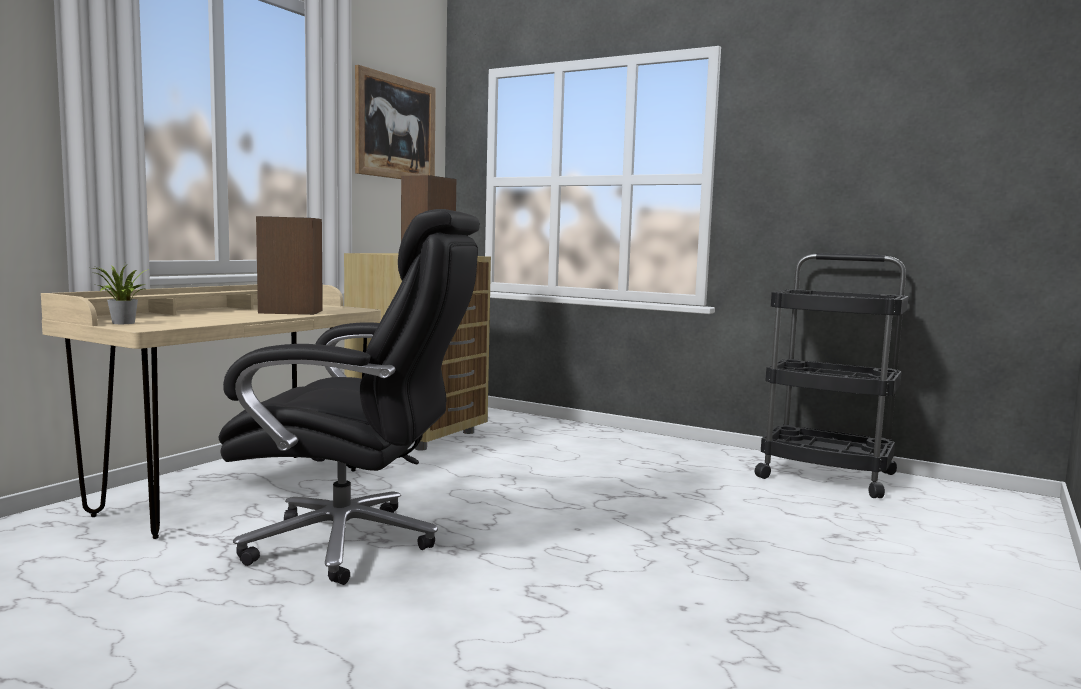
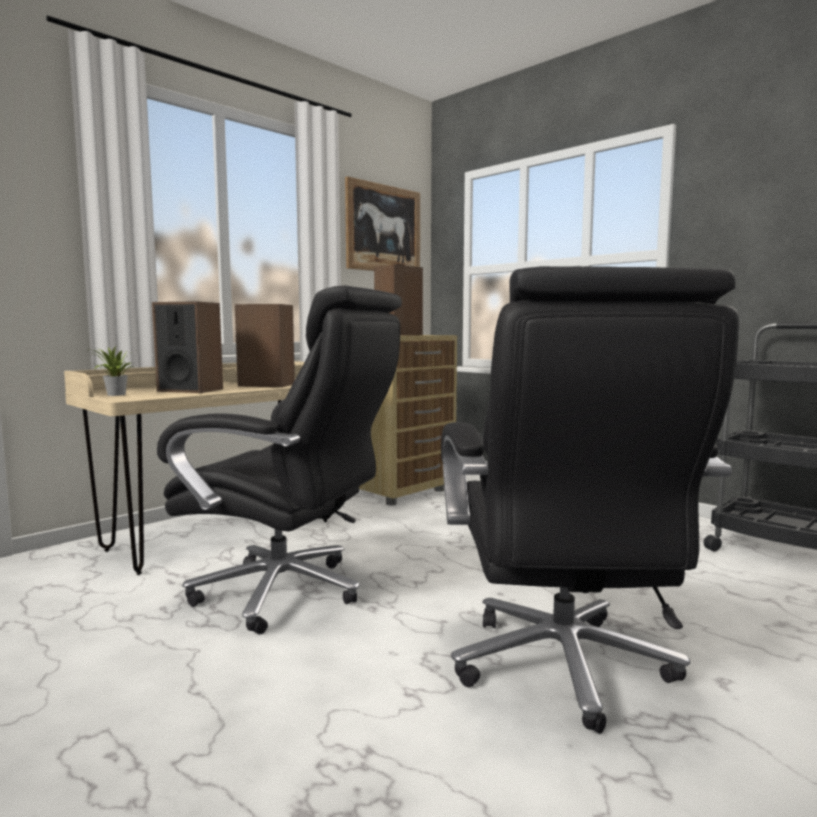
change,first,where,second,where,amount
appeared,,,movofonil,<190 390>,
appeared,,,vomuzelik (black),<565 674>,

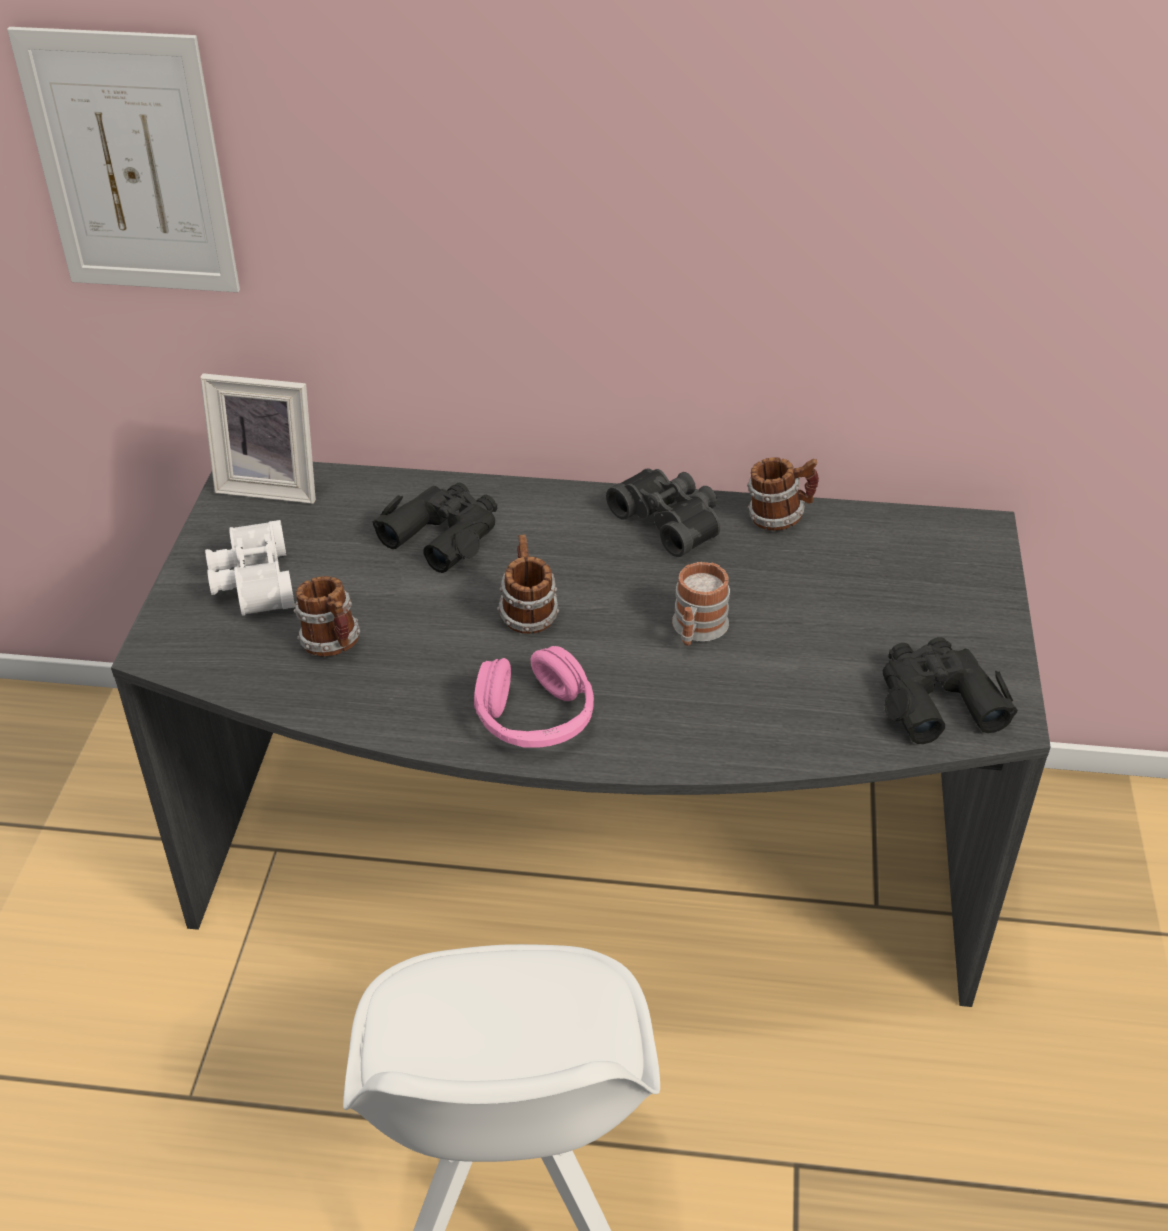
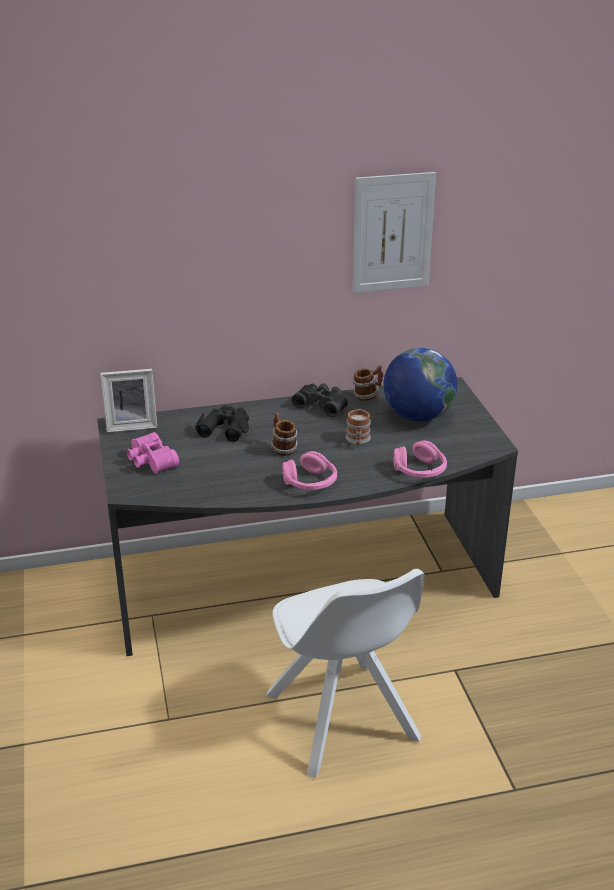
change,first,where,second,where,amount
missing,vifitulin,<333 645>,,,
missing,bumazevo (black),<936 699>,,,
appeared,,,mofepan,<417 416>,
appeared,,,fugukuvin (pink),<420 470>,
relocated,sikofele,<131 165>,,<392 233>,
colour,bumazevo (white),<251 582>,bumazevo (pink),<150 461>,

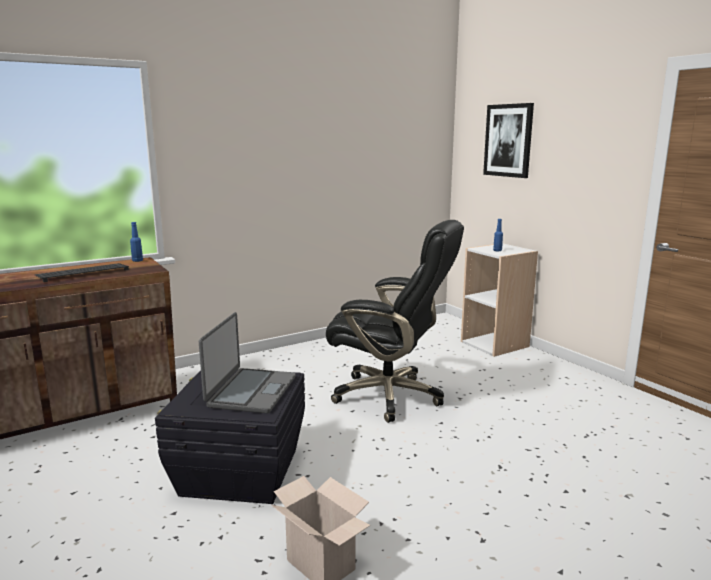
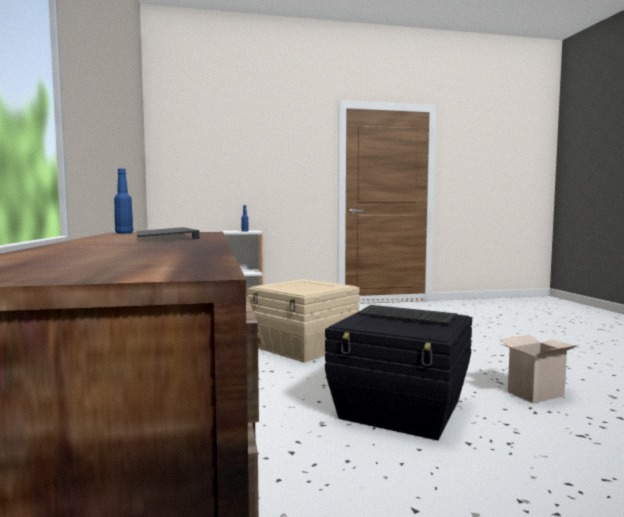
change,first,where,second,where,amount
missing,sikofele,<508 140>,,,
exchanged,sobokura,<251 391>,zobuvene,<404 317>,
exchanged,vomuzelik (black),<391 398>,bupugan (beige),<303 348>,

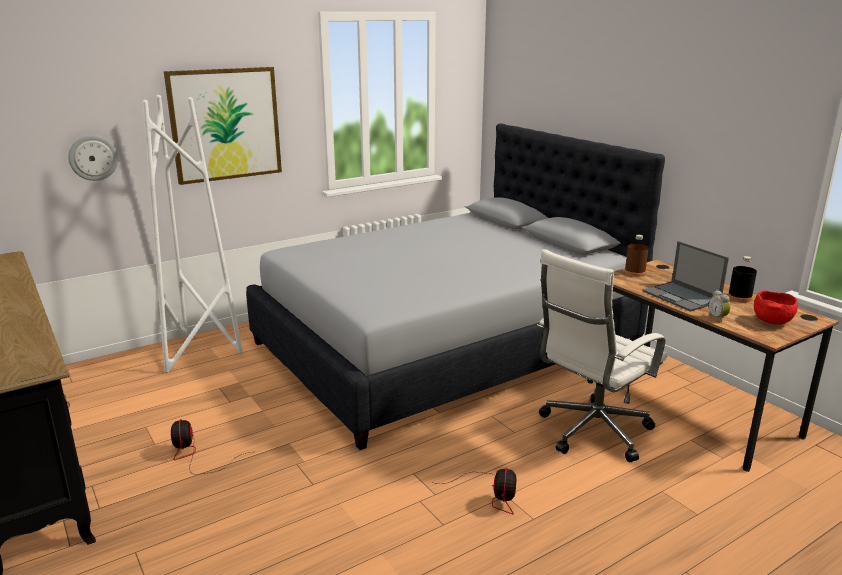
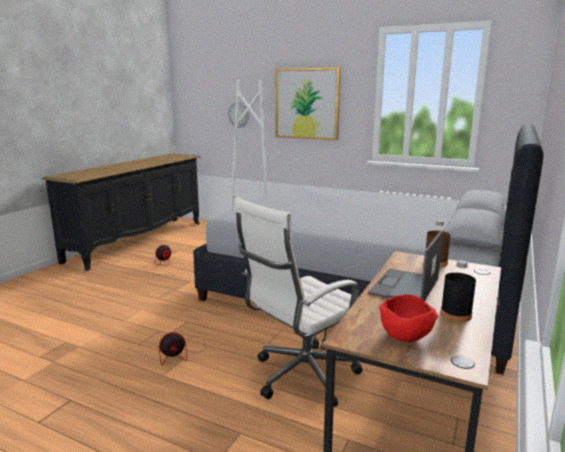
change,first,where,second,where,amount
missing,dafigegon,<718 318>,,,
spun,vomuzelik (white),<591 433>,,<301 377>,60 degrees counterclockwise

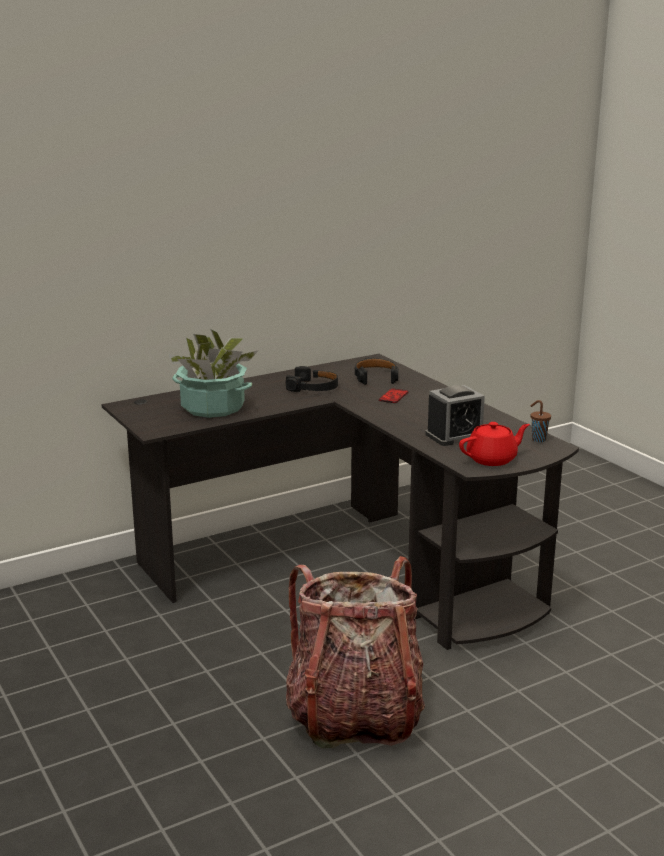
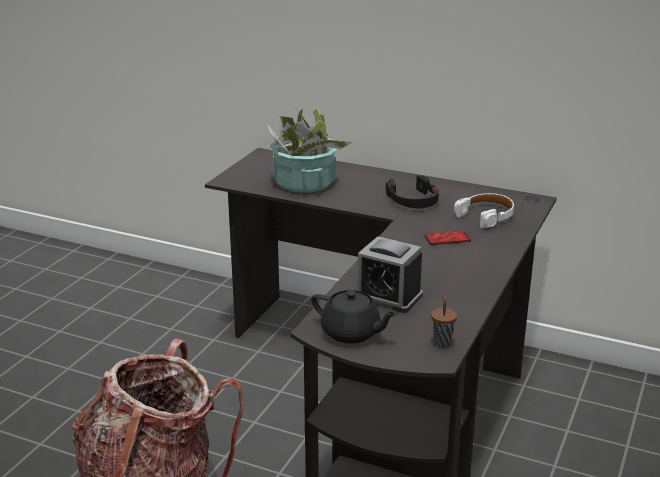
change,first,where,second,where,amount
colour,fugukuvin (black),<375 377>,fugukuvin (white),<486 216>,
colour,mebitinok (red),<492 459>,mebitinok (black),<351 333>,

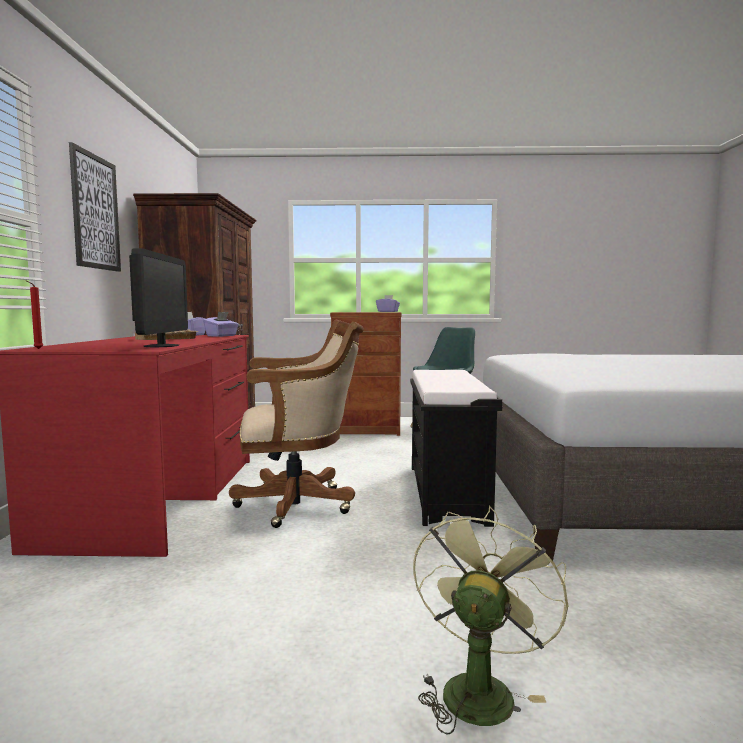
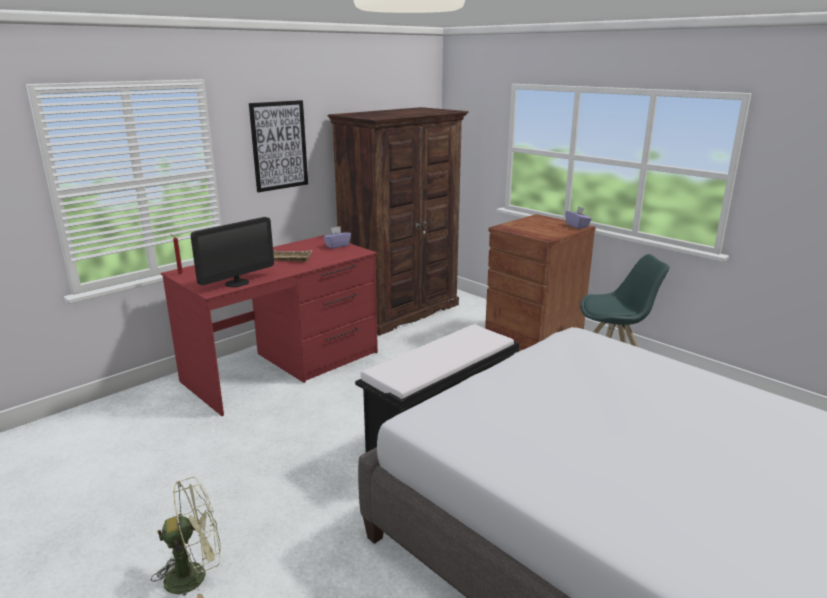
change,first,where,second,where,amount
missing,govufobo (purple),<221 336>,,,
missing,vomuzelik,<300 504>,,,

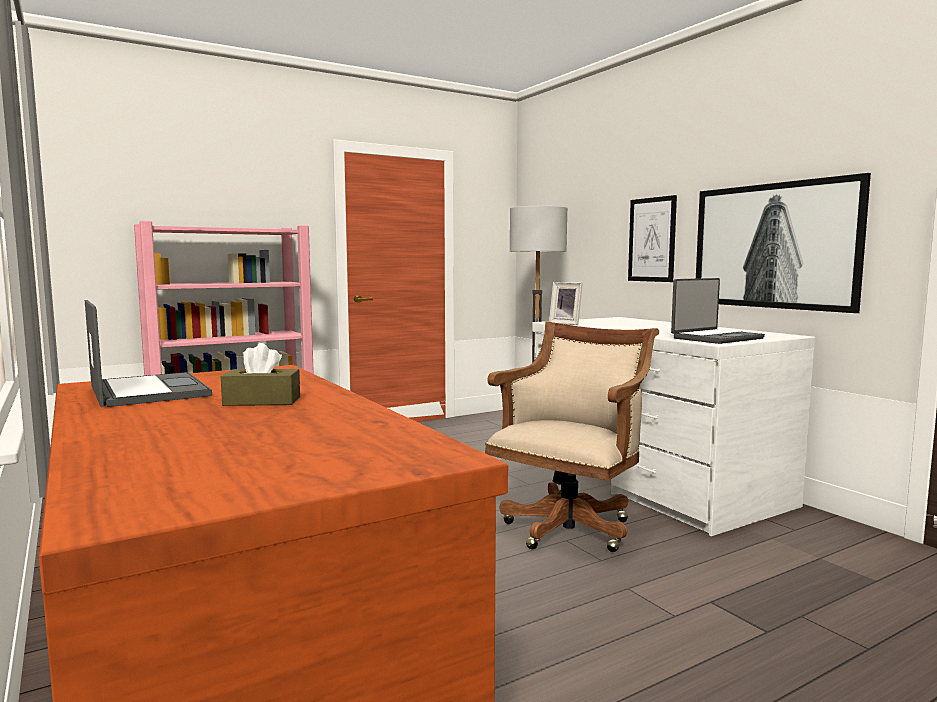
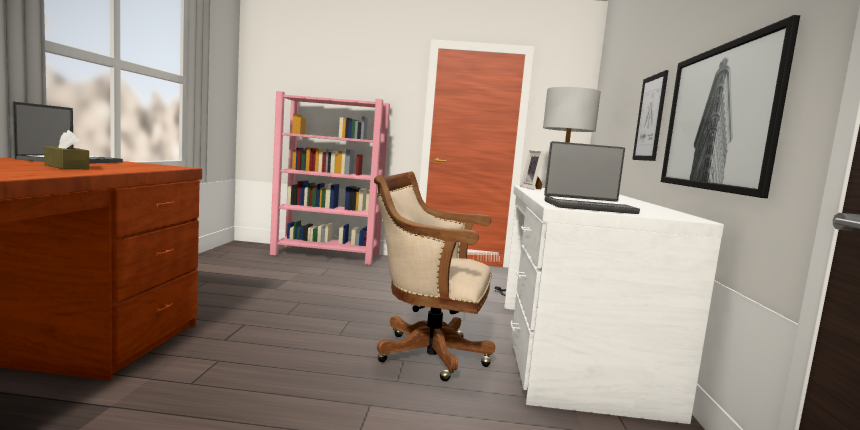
change,first,where,second,where,amount
spun,vomuzelik,<571 527>,,<426 354>,150 degrees counterclockwise

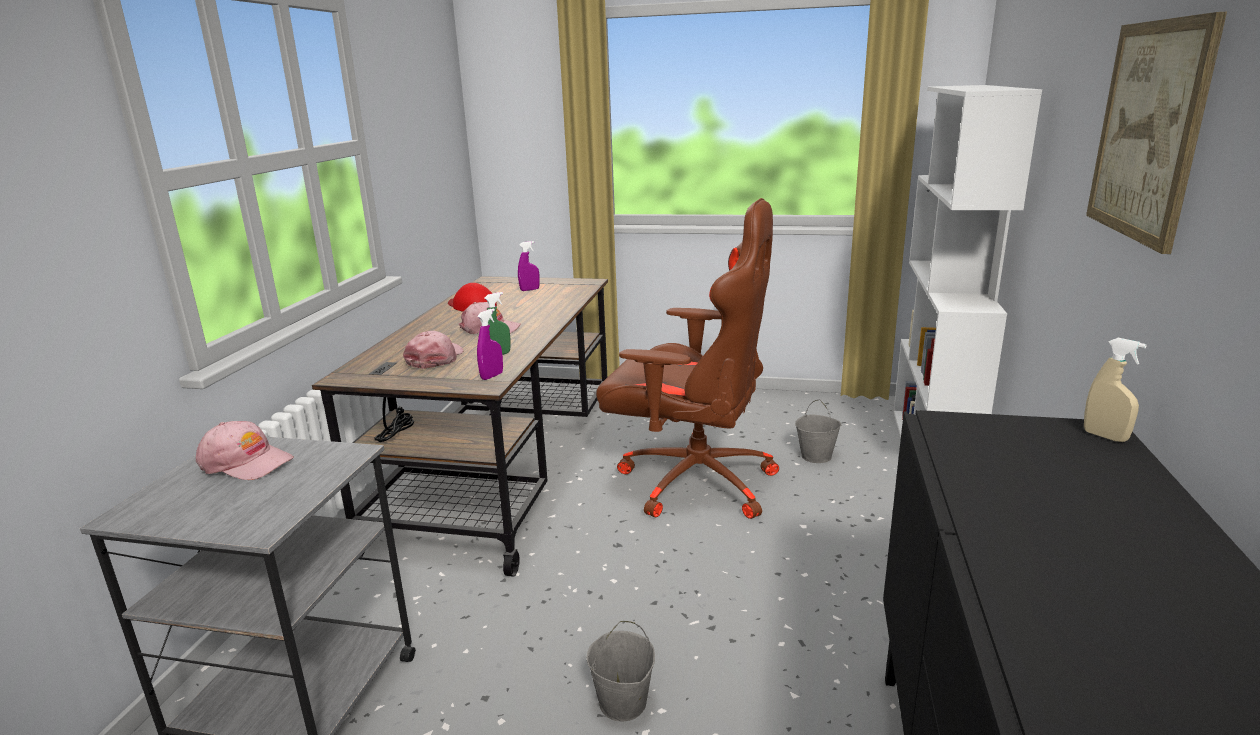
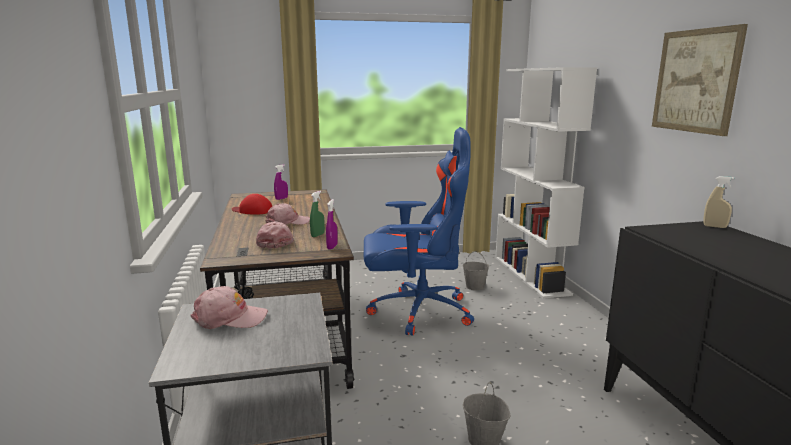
change,first,where,second,where,amount
colour,vomuzelik (brown),<686 481>,vomuzelik (blue),<413 312>,

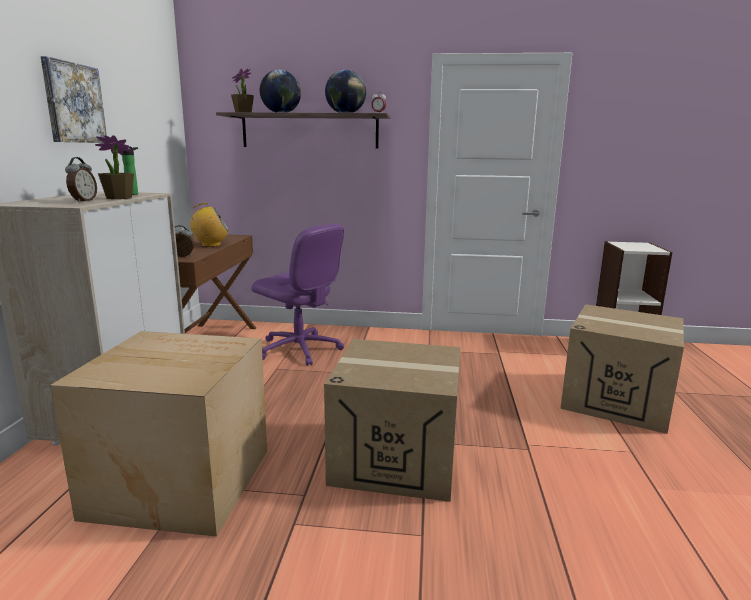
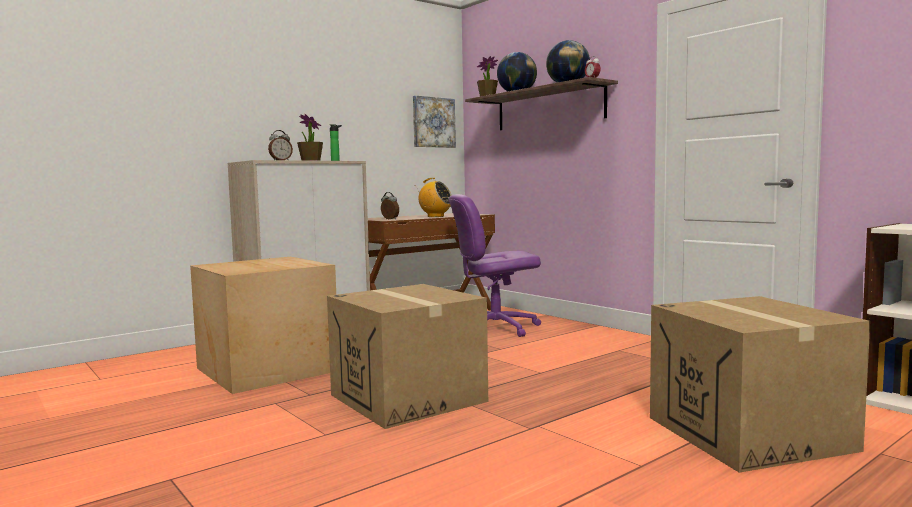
change,first,where,second,where,amount
relocated,sikofele,<73 103>,,<433 122>,
spun,vomuzelik (purple),<299 349>,,<495 328>,90 degrees clockwise

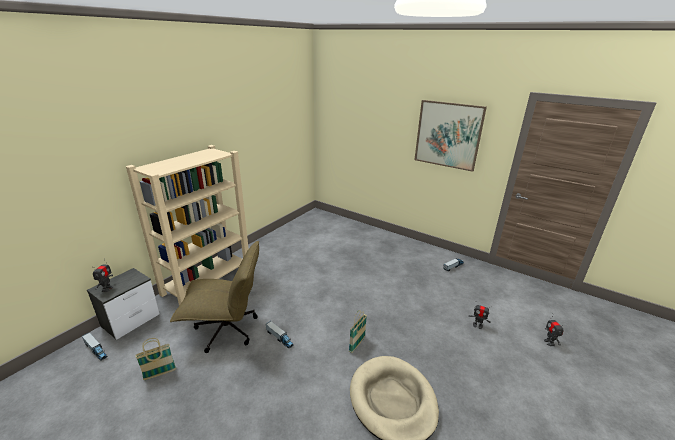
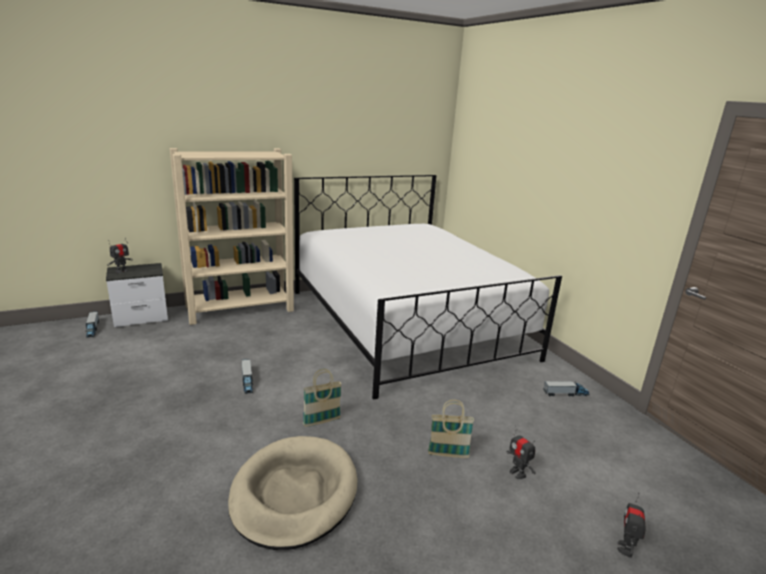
change,first,where,second,where,amount
missing,vomuzelik (beige),<225 330>,,,
missing,sikofele,<448 135>,,,
appeared,,,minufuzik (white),<405 323>,
relocated,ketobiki,<160 374>,,<448 455>,

